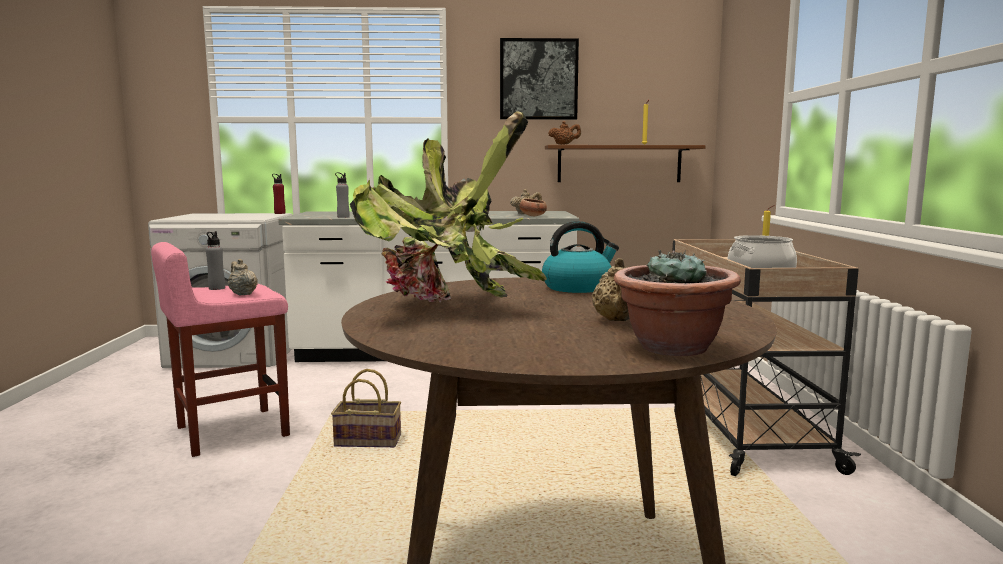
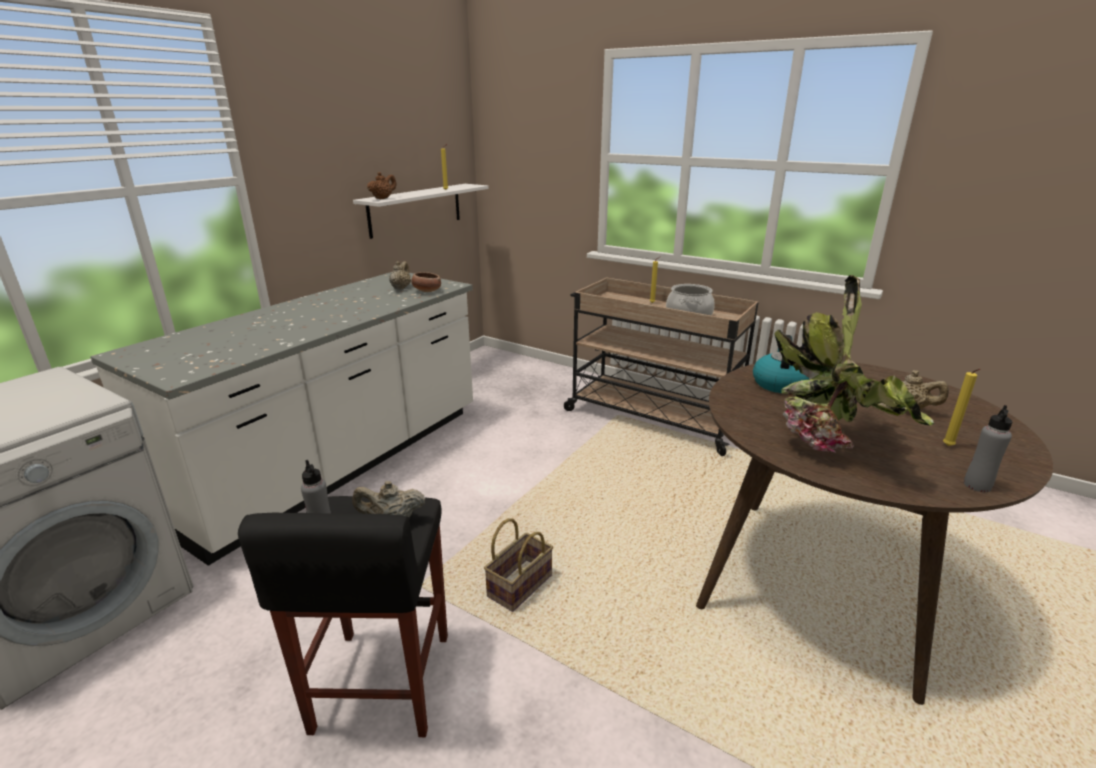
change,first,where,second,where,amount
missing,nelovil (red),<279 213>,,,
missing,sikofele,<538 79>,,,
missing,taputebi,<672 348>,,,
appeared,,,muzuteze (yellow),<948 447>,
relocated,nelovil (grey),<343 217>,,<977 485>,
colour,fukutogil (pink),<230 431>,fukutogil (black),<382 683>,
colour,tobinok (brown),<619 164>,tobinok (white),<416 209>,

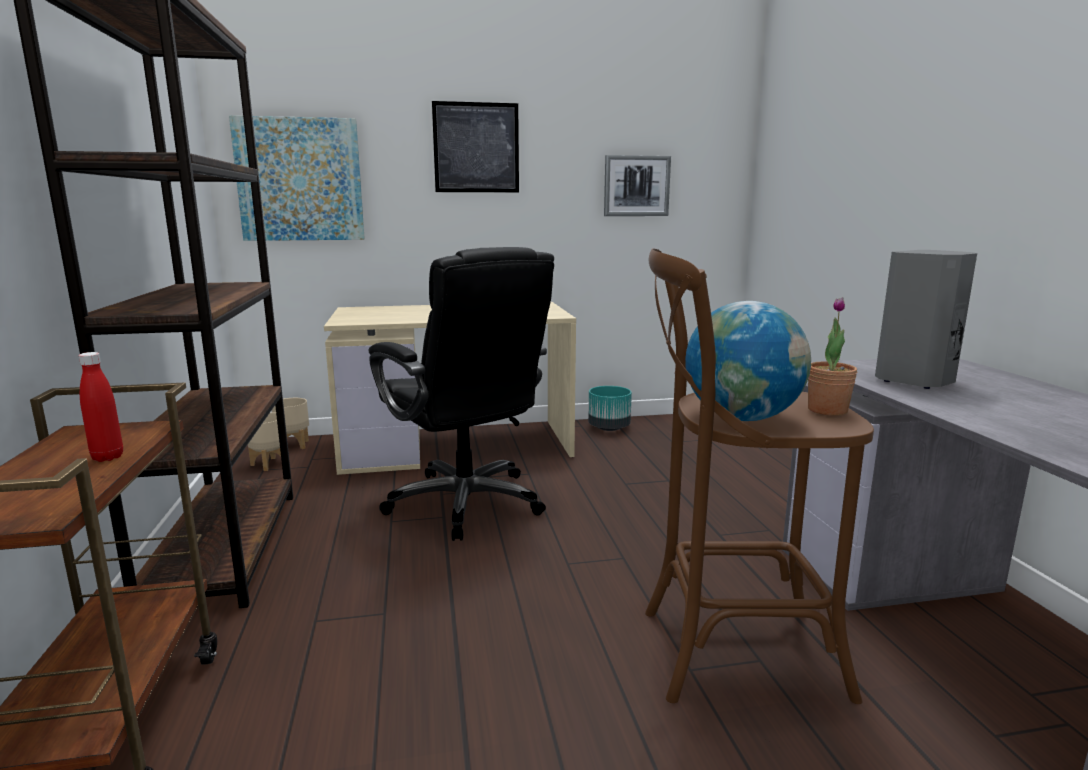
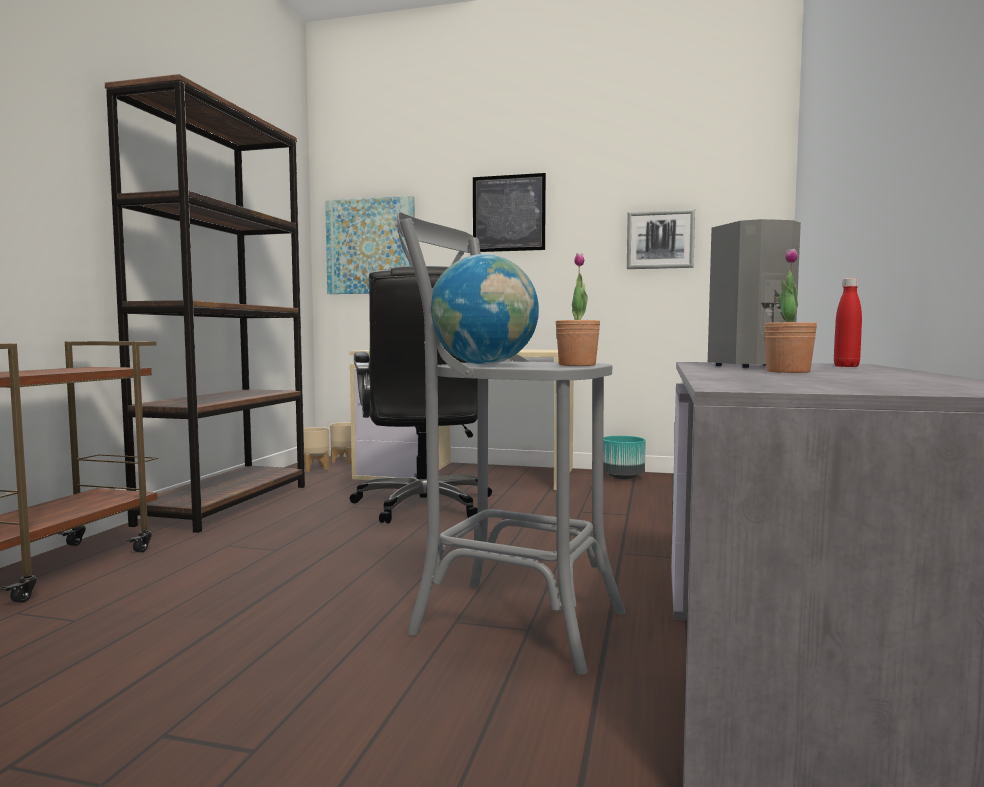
change,first,where,second,where,amount
appeared,,,taputebi,<788 372>,
relocated,nelovil (red),<107 457>,,<846 366>,
colour,fukutogil (brown),<730 652>,fukutogil (grey),<509 619>,

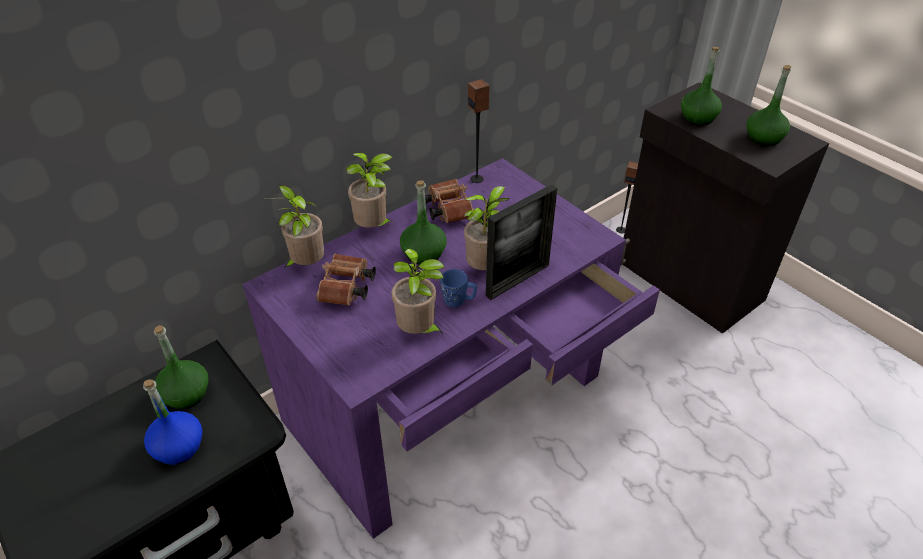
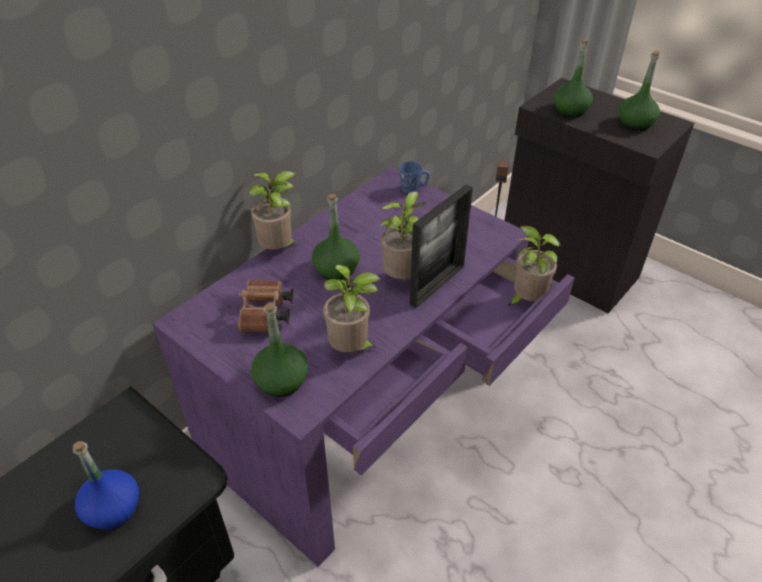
change,first,where,second,where,amount
missing,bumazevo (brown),<447 209>,,,
missing,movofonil,<477 179>,,,
relocated,nelovil (green),<186 394>,,<281 381>,
relocated,taputebi,<306 265>,,<526 300>,
relocated,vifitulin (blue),<458 301>,,<413 189>,

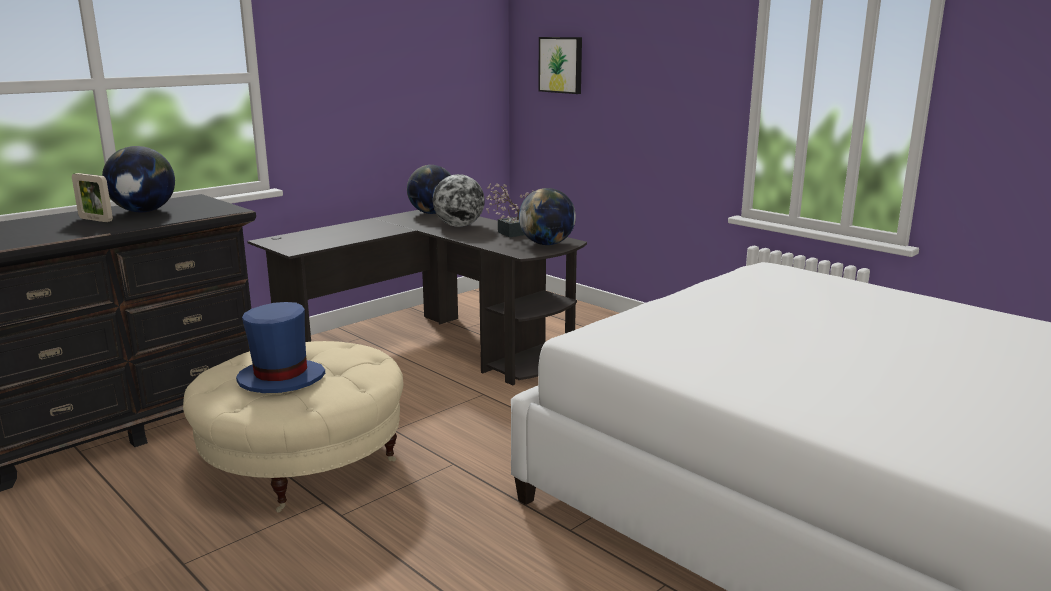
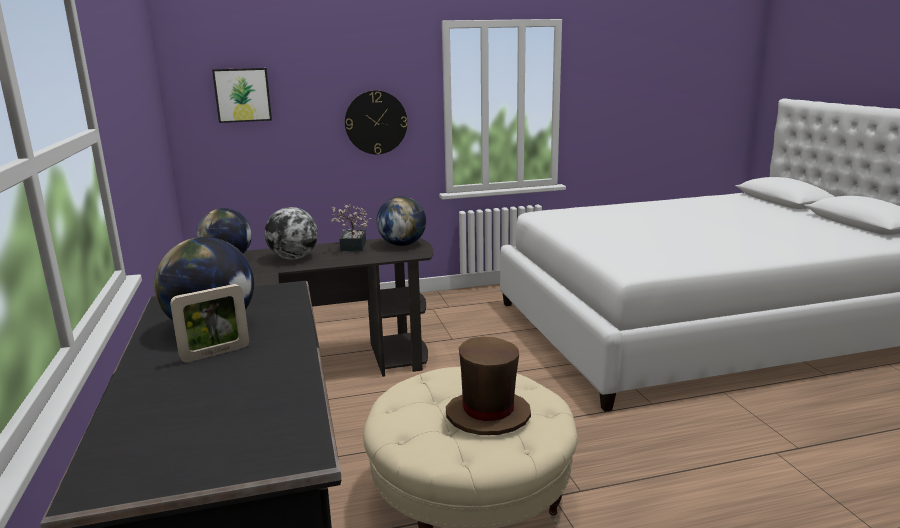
change,first,where,second,where,amount
appeared,,,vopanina,<376 122>,
colour,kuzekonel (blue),<281 378>,kuzekonel (brown),<487 415>,

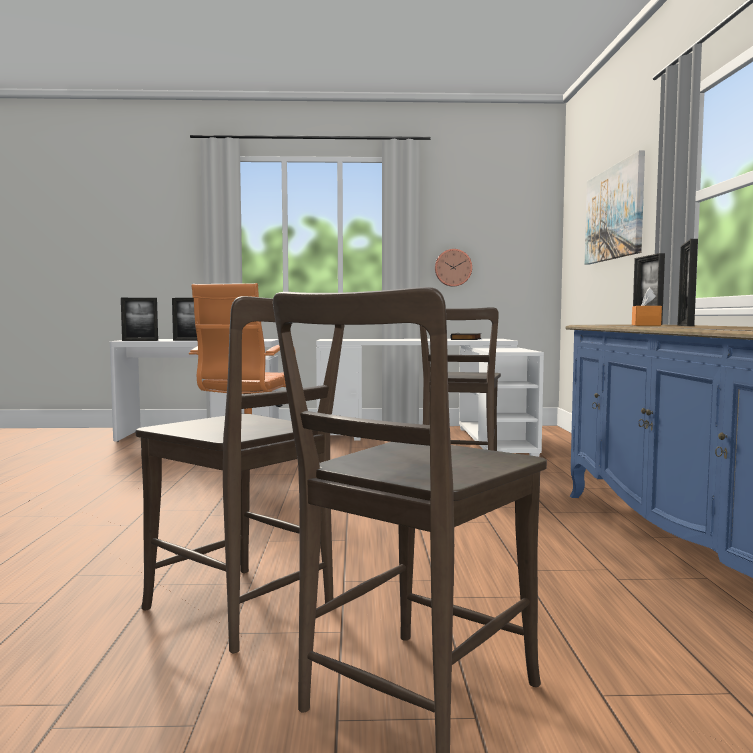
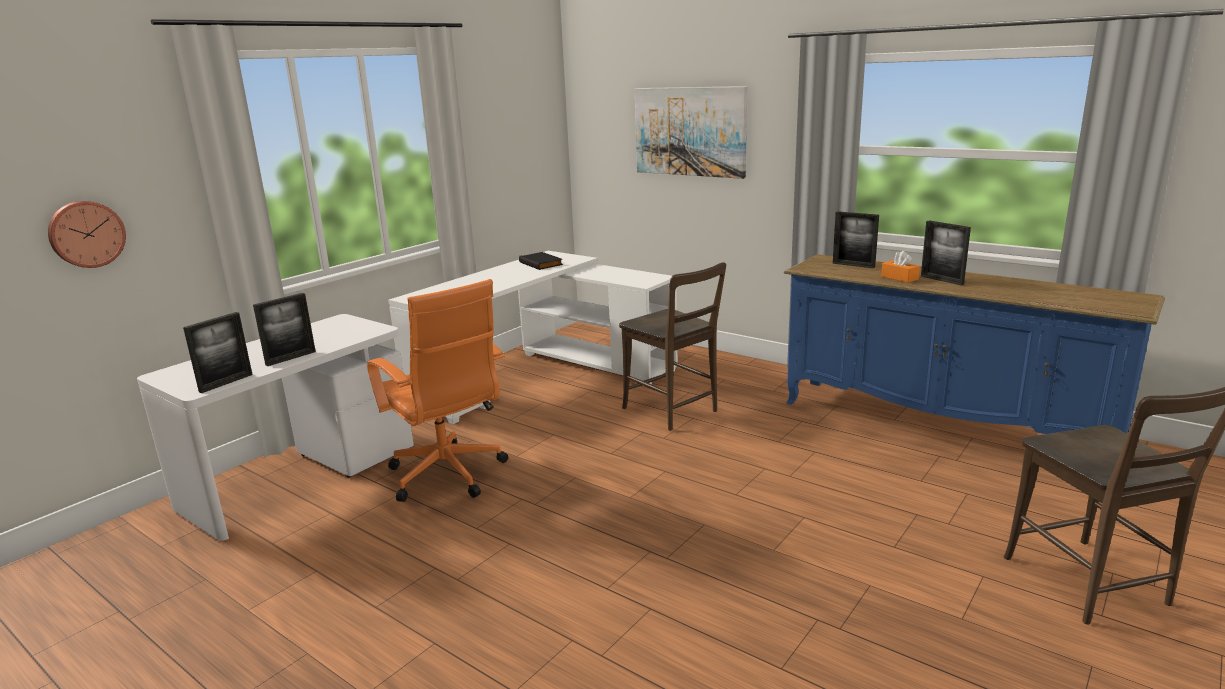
change,first,where,second,where,amount
missing,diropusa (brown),<246 610>,,,
relocated,vopanina,<453 267>,,<86 234>,

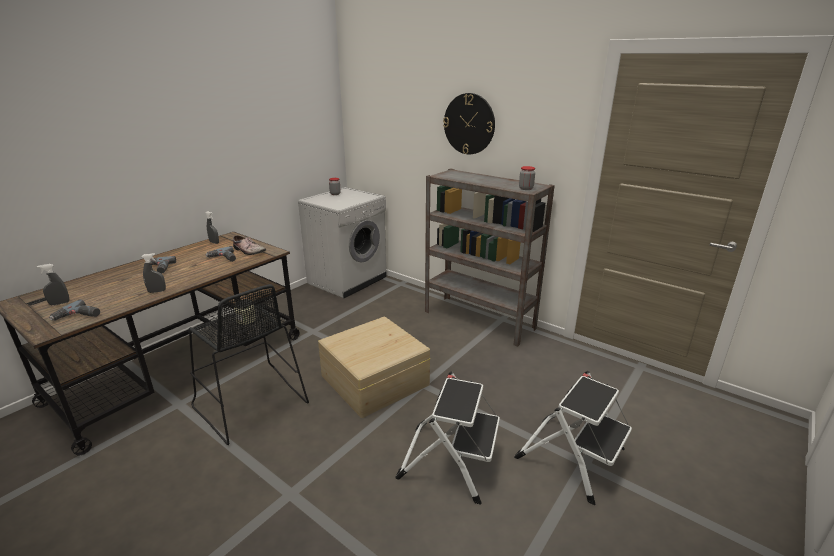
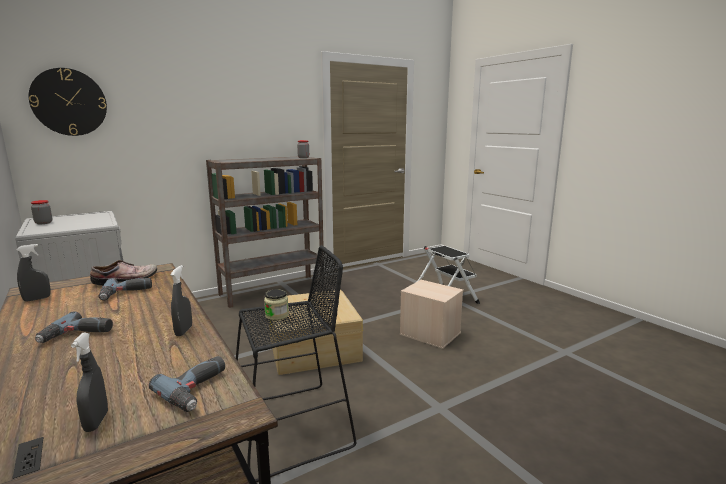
change,first,where,second,where,amount
relocated,vopanina,<469 124>,,<69 102>,
exchanged,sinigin,<449 459>,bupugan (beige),<429 333>,

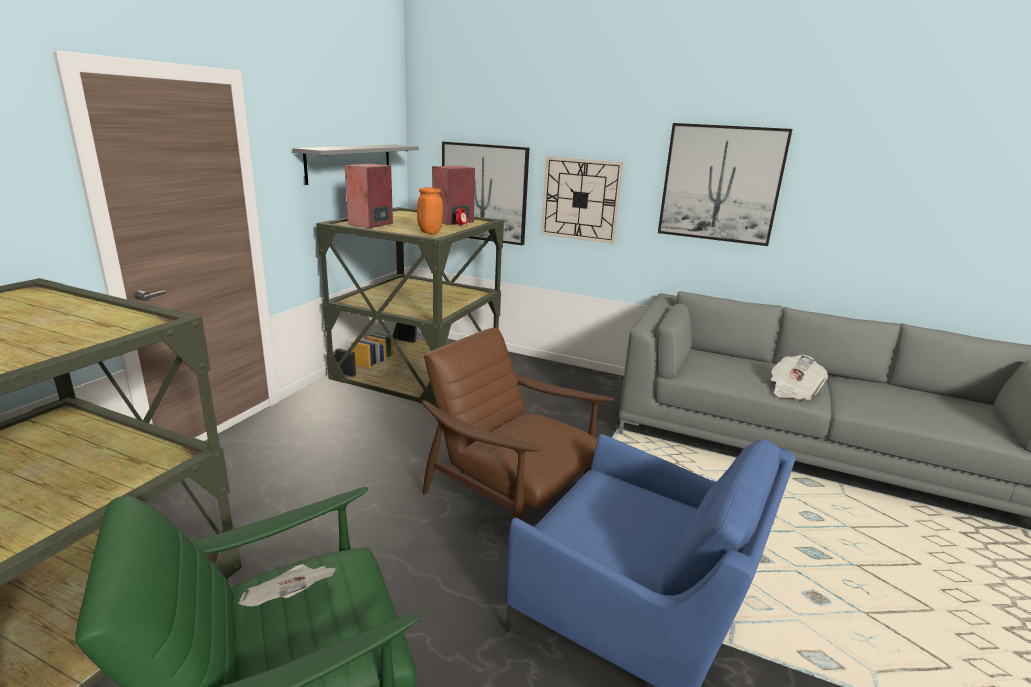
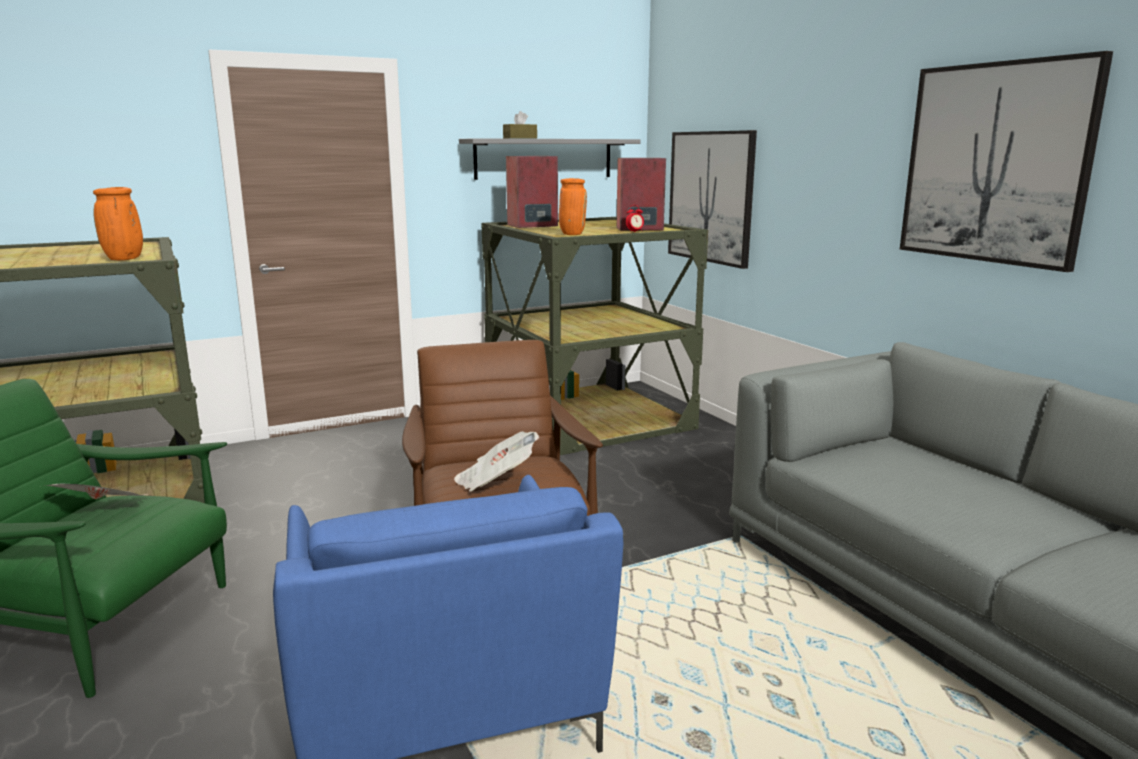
change,first,where,second,where,amount
missing,vopanina,<580 199>,,,
appeared,,,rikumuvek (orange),<124 259>,
appeared,,,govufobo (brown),<520 138>,
relocated,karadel,<793 390>,,<496 481>,

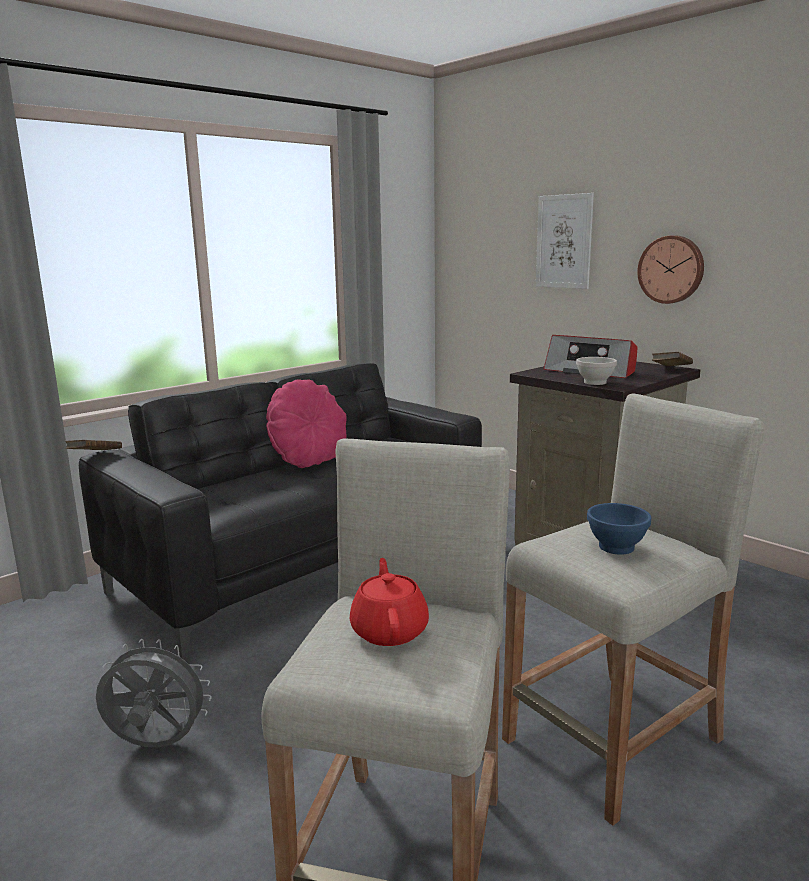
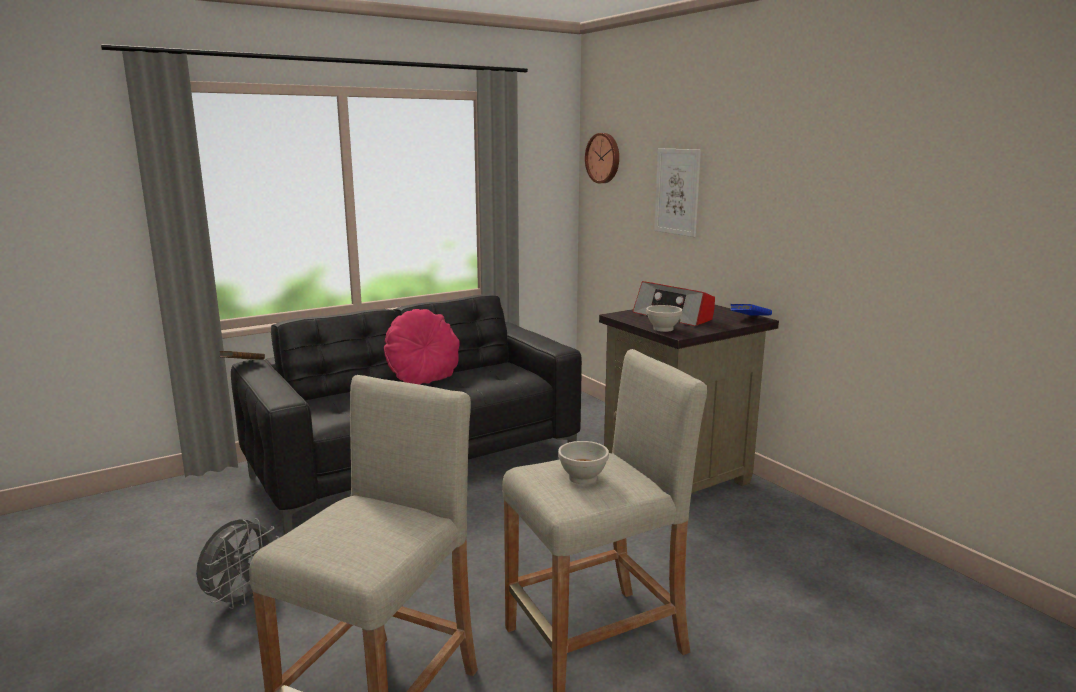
change,first,where,second,where,amount
missing,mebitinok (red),<389 630>,,,
relocated,vopanina,<671 269>,,<604 158>,
colour,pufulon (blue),<615 547>,pufulon (white),<582 477>,
colour,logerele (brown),<671 369>,logerele (blue),<749 319>,
spun,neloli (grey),<155 745>,,<241 598>,105 degrees clockwise

